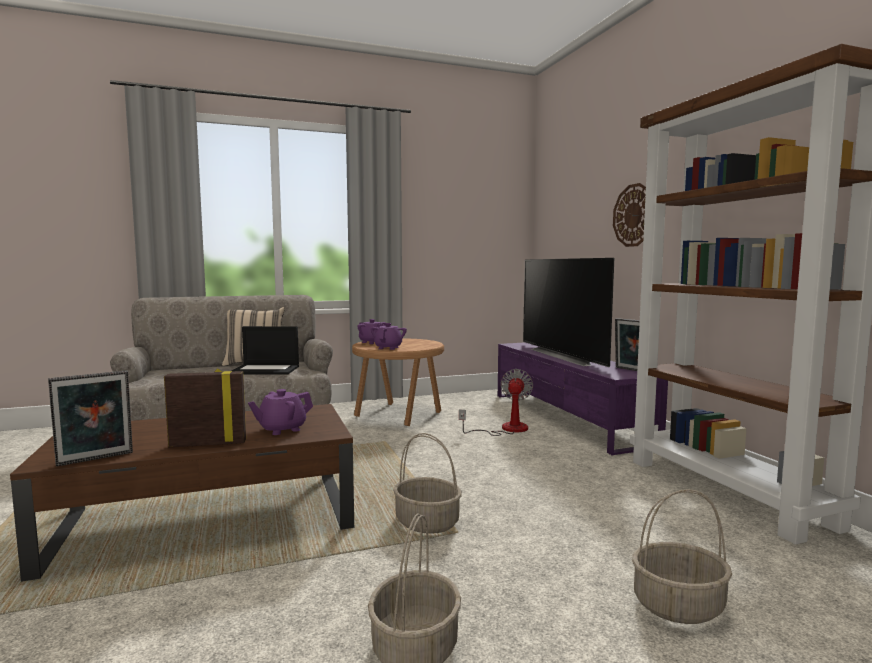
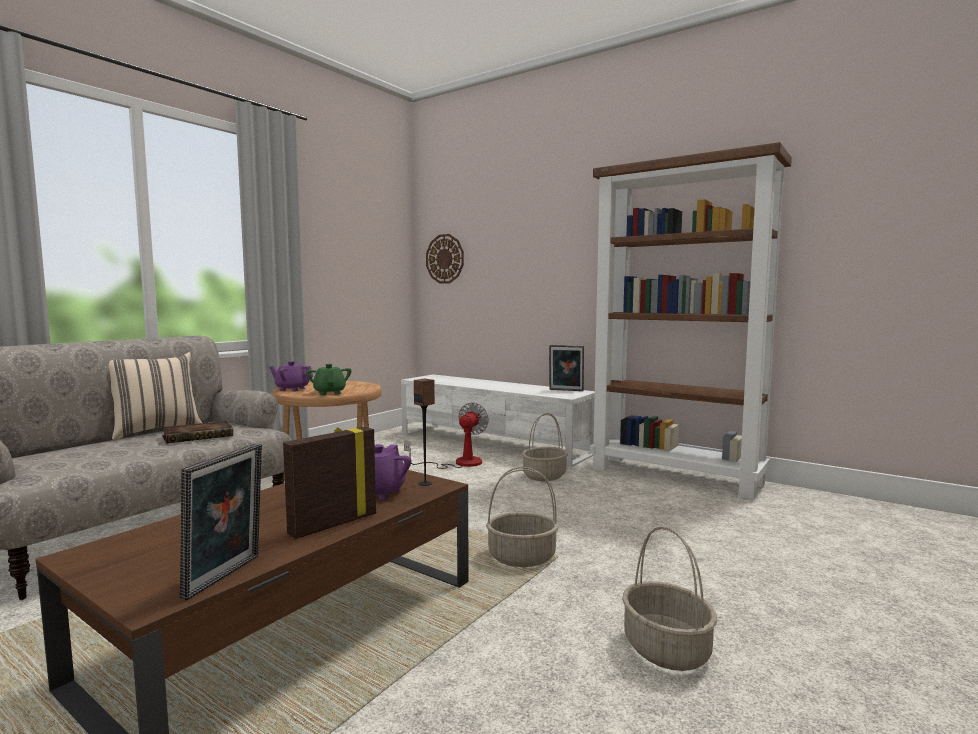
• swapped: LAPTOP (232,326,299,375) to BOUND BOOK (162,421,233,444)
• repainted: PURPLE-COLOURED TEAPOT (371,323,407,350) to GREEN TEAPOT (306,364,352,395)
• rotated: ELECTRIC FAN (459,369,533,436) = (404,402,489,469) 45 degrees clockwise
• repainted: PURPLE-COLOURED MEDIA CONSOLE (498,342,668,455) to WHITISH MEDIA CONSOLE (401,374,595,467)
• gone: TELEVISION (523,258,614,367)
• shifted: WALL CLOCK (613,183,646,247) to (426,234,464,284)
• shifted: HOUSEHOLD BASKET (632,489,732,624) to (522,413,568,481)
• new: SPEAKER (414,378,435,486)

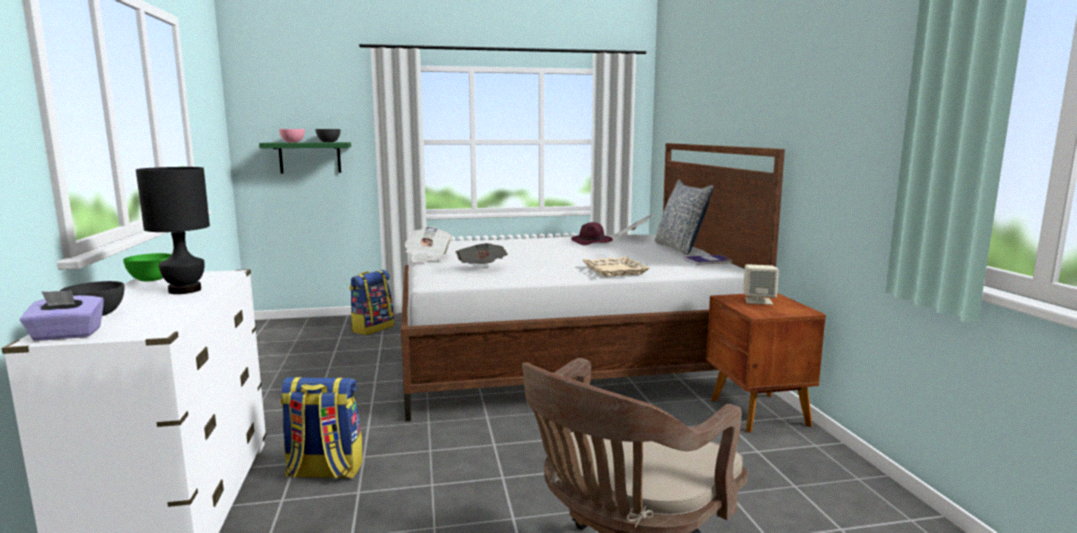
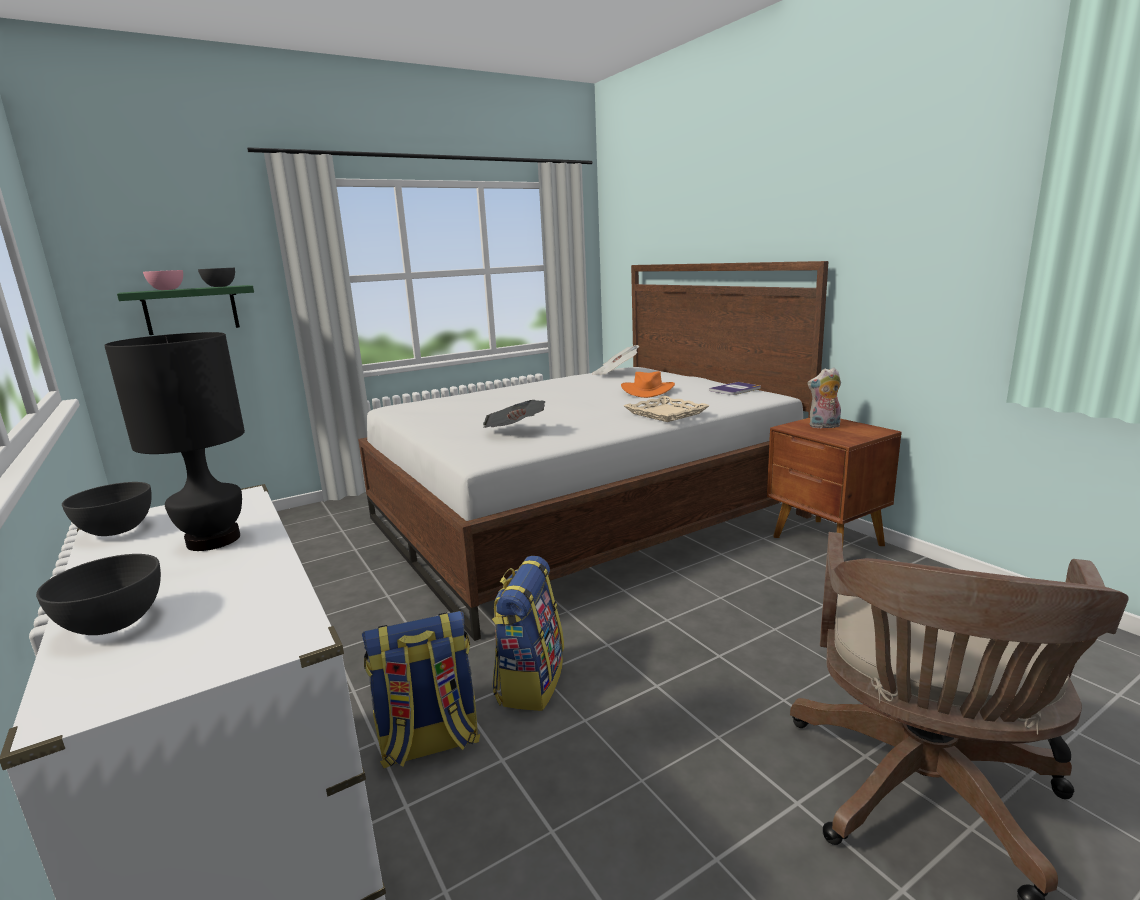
• gone: PURPLE-COLOURED BOX OF TISSUES (20,290,104,341)
• repainted: GREEN SERVING BOWL (123,253,172,281) to GREYISH SERVING BOWL (62,482,152,536)
• shifted: BACKPACK (349,270,394,335) to (492,556,564,711)
• gone: DAILY PAPER (404,226,452,263)
• gone: PURPLE-COLOURED WEARABLE HAT (571,222,613,245)
• gone: THROW PILLOW (655,180,714,255)
• swapped: BEIGE SPEAKER (743,264,779,305) to PLUSH TOY (807,368,841,428)
• new: ORANGE WEARABLE HAT (621,371,675,398)

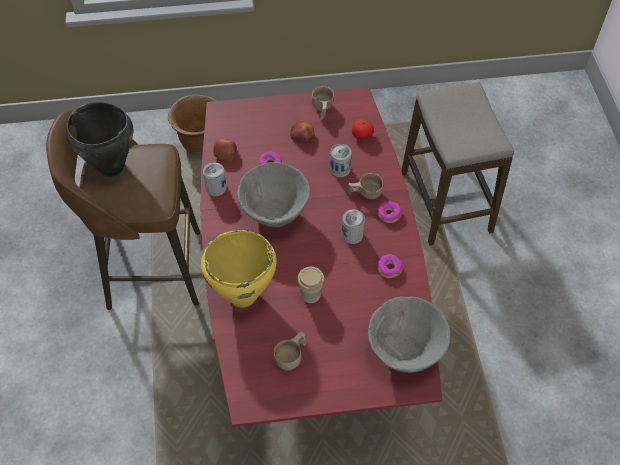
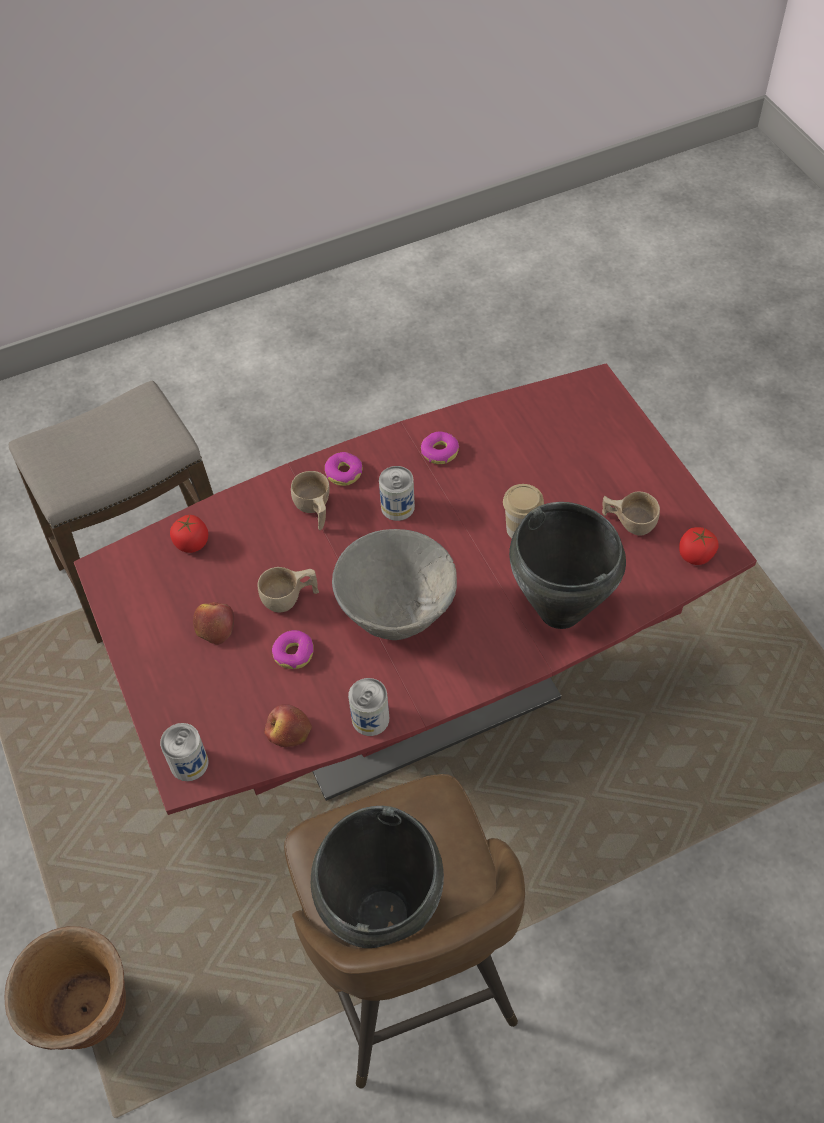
• repainted: YELLOWISH SAUCEPOT (201,230,277,308) to BLACK SAUCEPOT (509,502,626,629)
• shifted: BEIGE CUP (311,86,334,121) to (258,567,319,613)
• shifted: METAL CAN (330,144,352,177) to (160,723,209,781)
• gone: GREYISH SERVING BOWL (368,297,451,373)
• new: TOMATO (679,527,718,565)

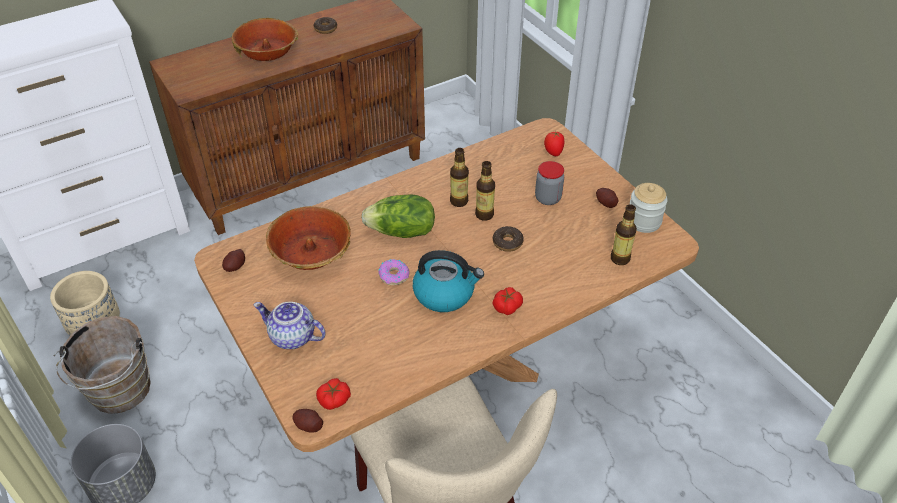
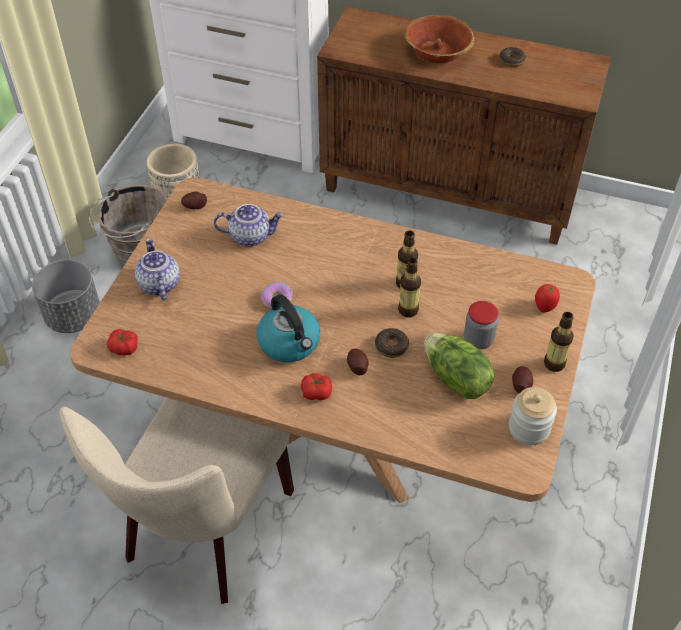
• swapped: SERVING BOWL (266,206,351,270) to TEAPOT (214,204,284,247)
• shifted: POTATO (292,409,323,433) to (347,349,369,375)
• shifted: HEAD OF LETTUCE (361,194,435,238) to (424,333,495,399)
• shifted: BEVERAGE BOTTLE (611,204,637,265) to (544,312,574,372)

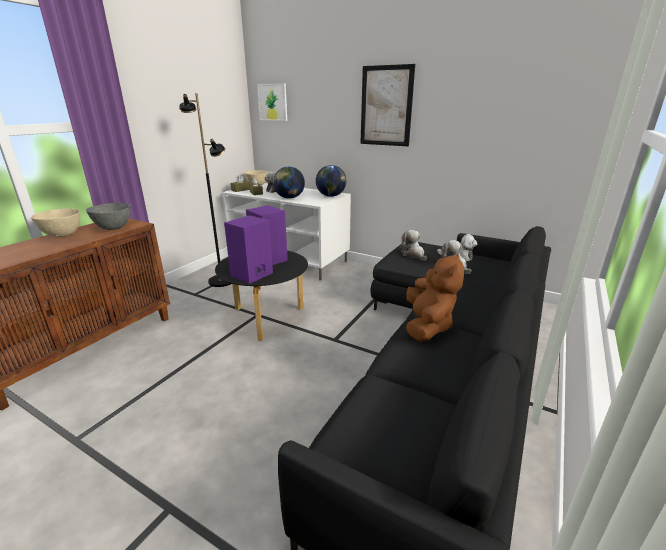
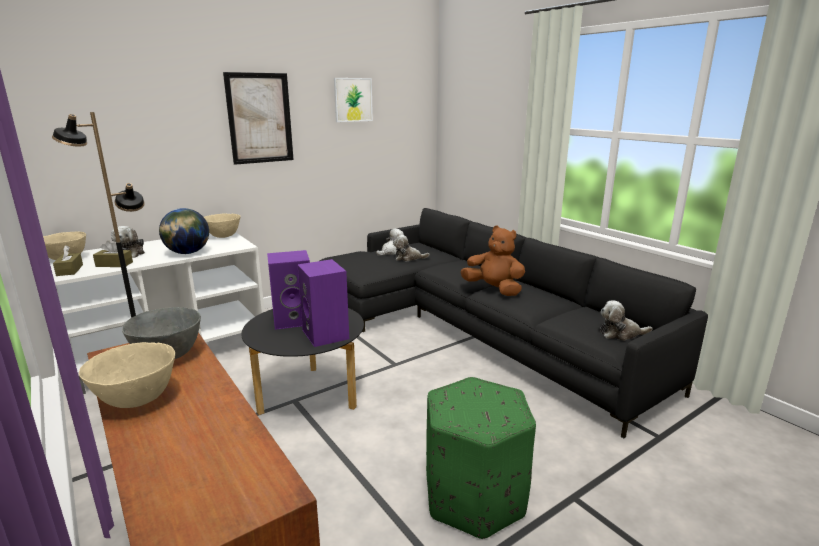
• shifted: WALL PICTURE (257,83,287,121) to (334,78,373,122)
• swapped: GLOBE (316,165,346,197) to BEIGE SERVING BOWL (204,213,240,238)
• shifted: PLUSH TOY (401,230,427,261) to (600,300,653,341)
• new: GREEN FOOTREST (426,377,536,539)

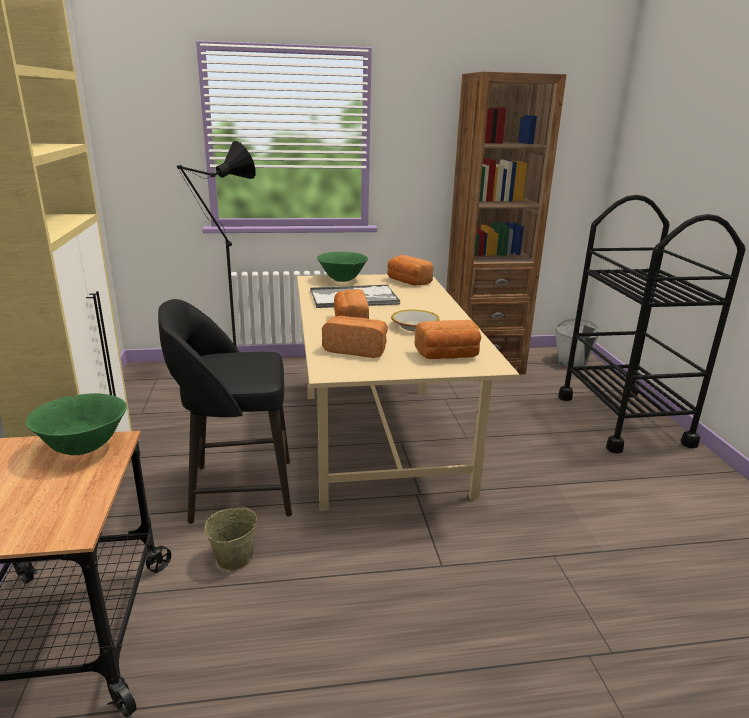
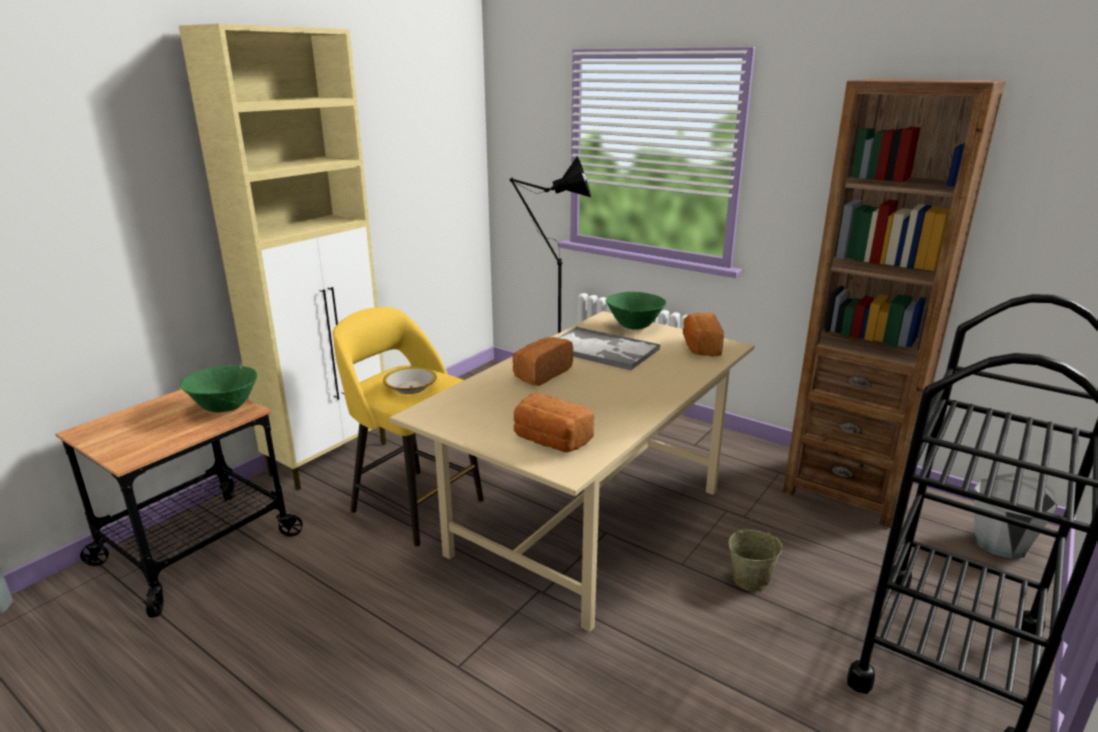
• repainted: BLACK STOOL (158,299,292,524) to YELLOWISH STOOL (333,307,484,547)
• shifted: BEIGE PAIL (204,497,257,570) to (728,519,782,591)
• gone: BAKED BREAD (322,316,387,358)
• shifted: SERVING BOWL (391,310,439,331) to (383,367,437,394)

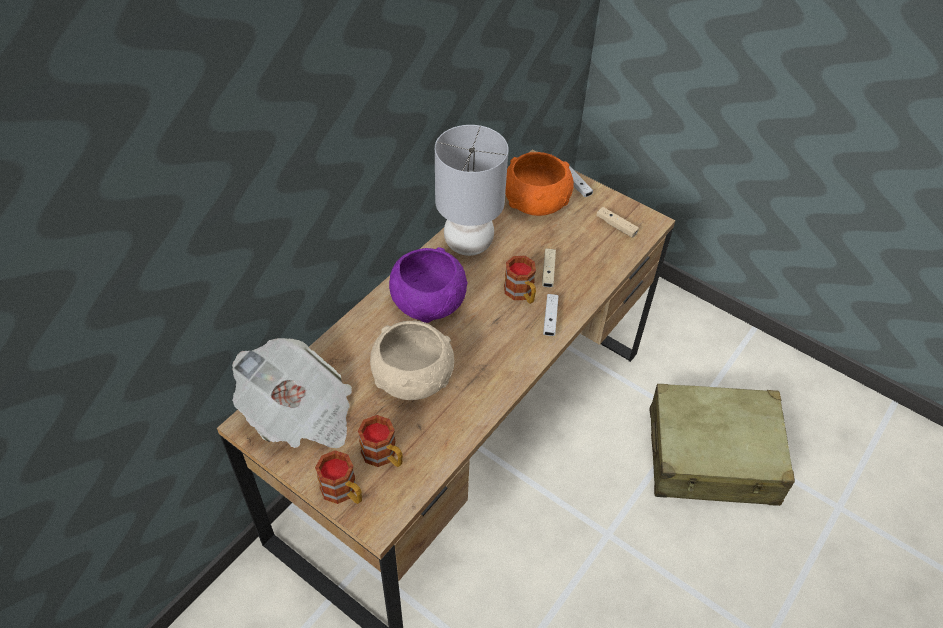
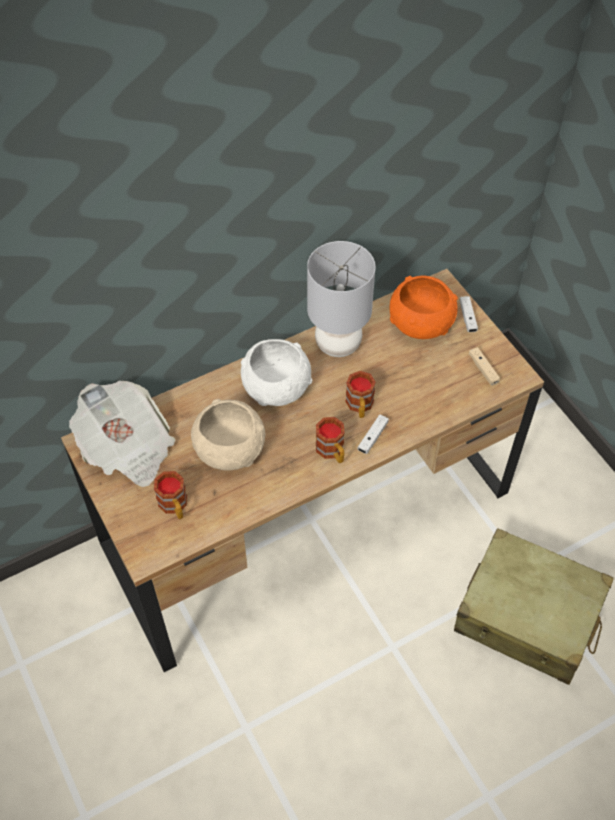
• shifted: TEA MUG (315,450,362,504) to (316,417,345,463)
• repainted: PURPLE-COLOURED SERVING BOWL (389,247,467,323) to WHITISH SERVING BOWL (241,339,312,406)
• gone: BEIGE GAMEPAD (542,249,556,287)

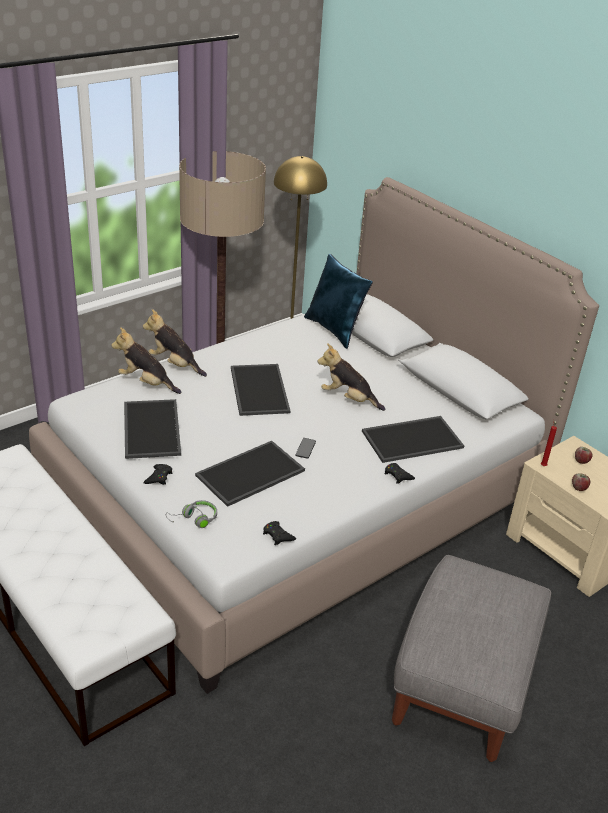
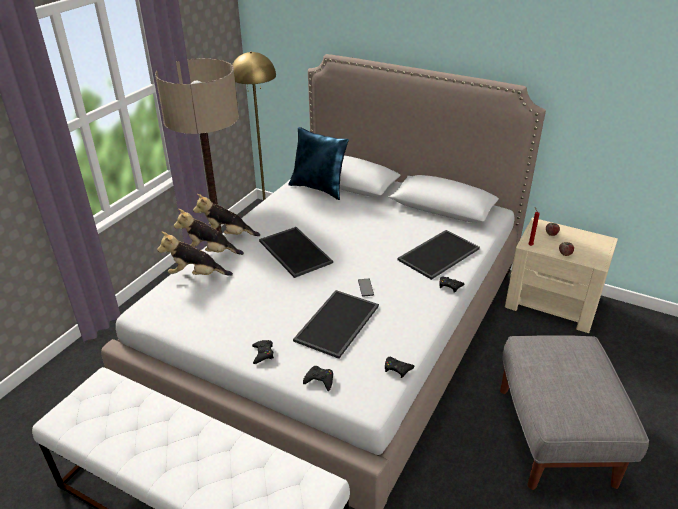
• gone: SERVING TRAY (124,399,181,459)
• swapped: GREYISH HEADPHONES (166,500,217,528) to BLACK GAMEPAD (303,366,333,391)
• shifted: PLUSH TOY (317,343,385,411) to (193,194,260,236)

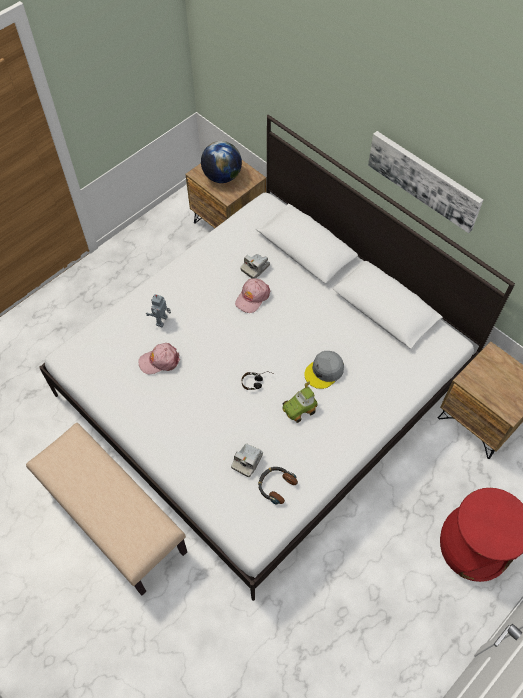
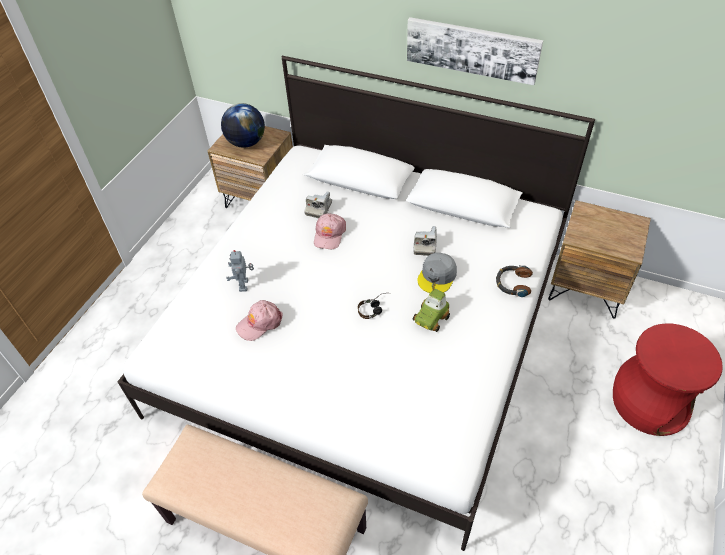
• shifted: STILL CAMERA (231,444,263,477) to (413,226,437,256)
• shifted: HEADPHONES (258,467,298,505) to (496,265,533,297)

